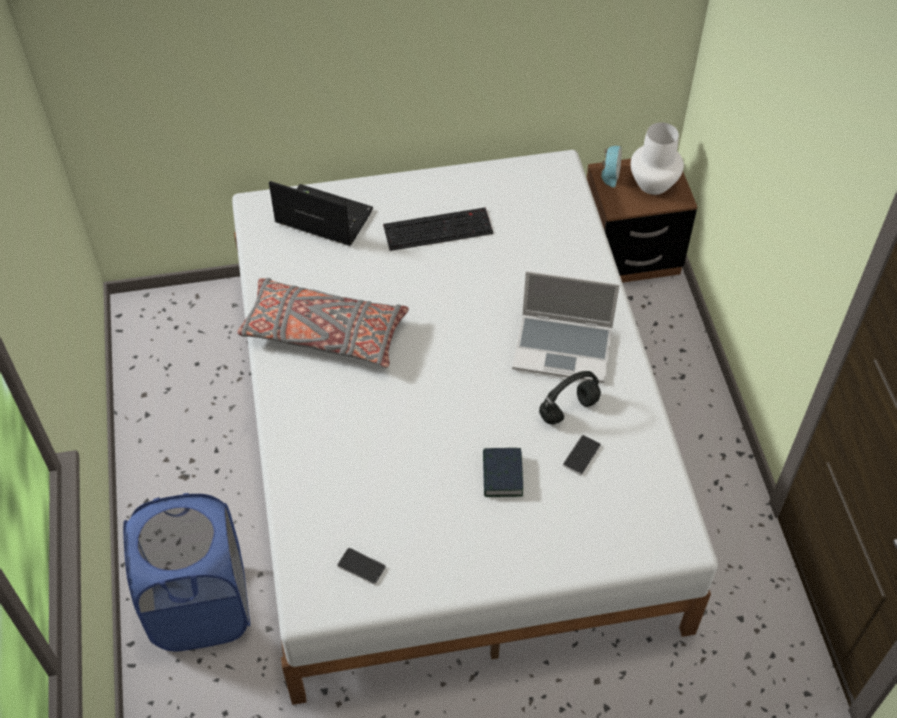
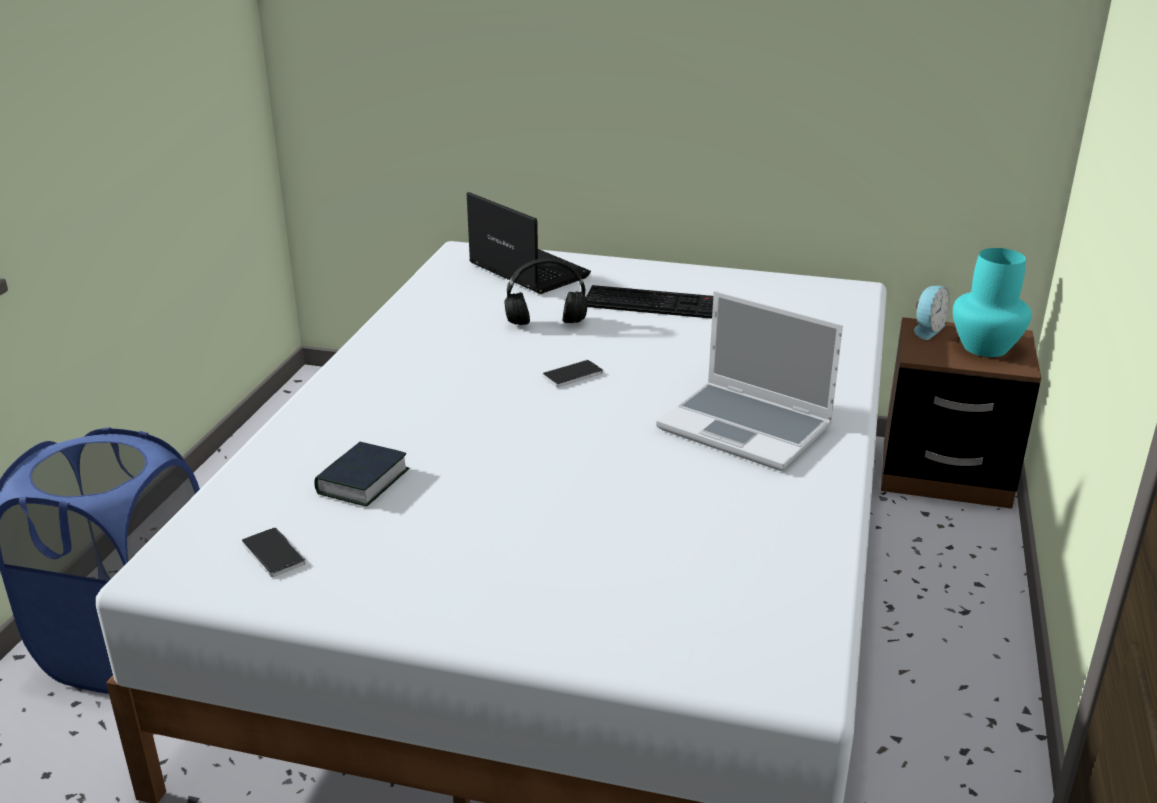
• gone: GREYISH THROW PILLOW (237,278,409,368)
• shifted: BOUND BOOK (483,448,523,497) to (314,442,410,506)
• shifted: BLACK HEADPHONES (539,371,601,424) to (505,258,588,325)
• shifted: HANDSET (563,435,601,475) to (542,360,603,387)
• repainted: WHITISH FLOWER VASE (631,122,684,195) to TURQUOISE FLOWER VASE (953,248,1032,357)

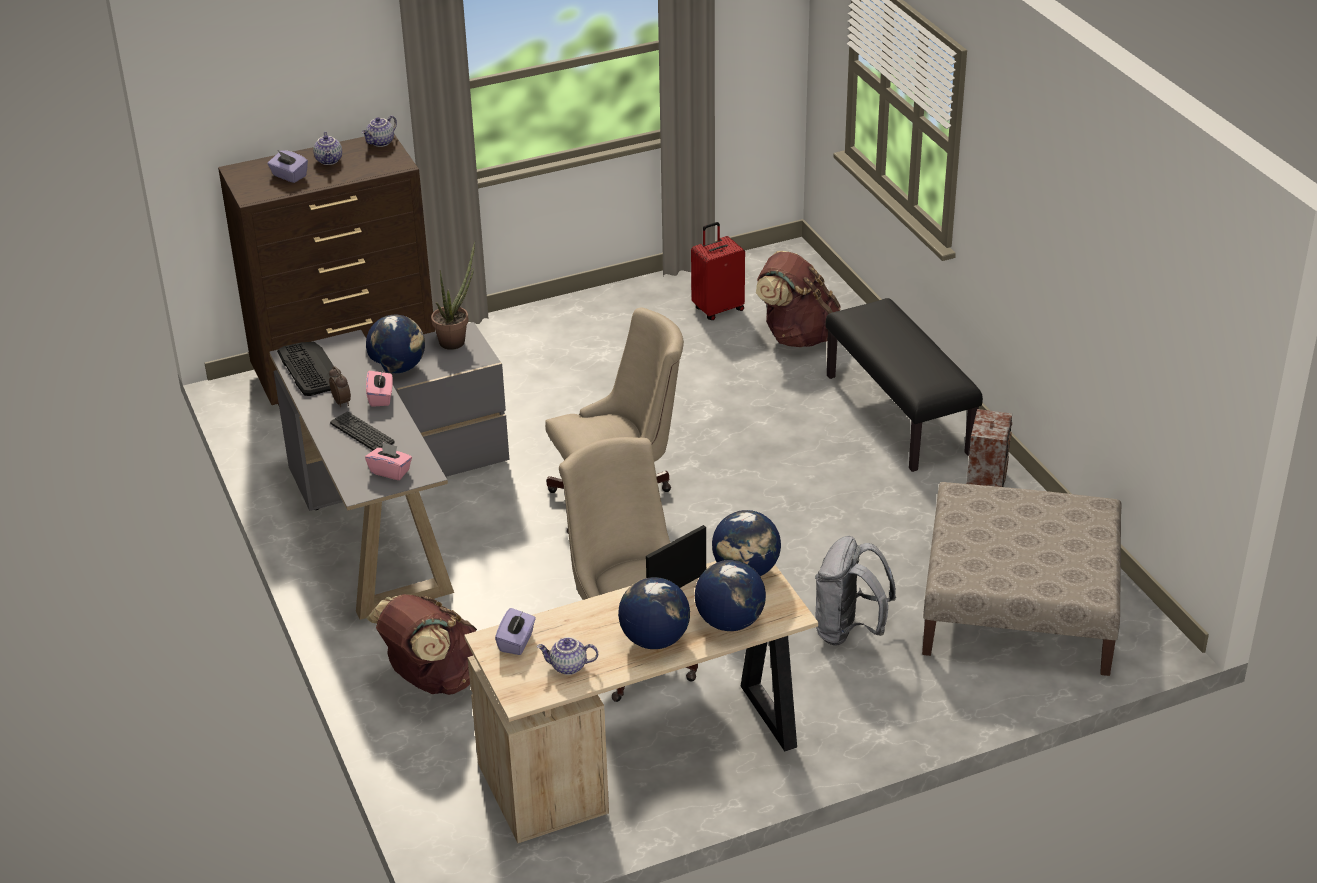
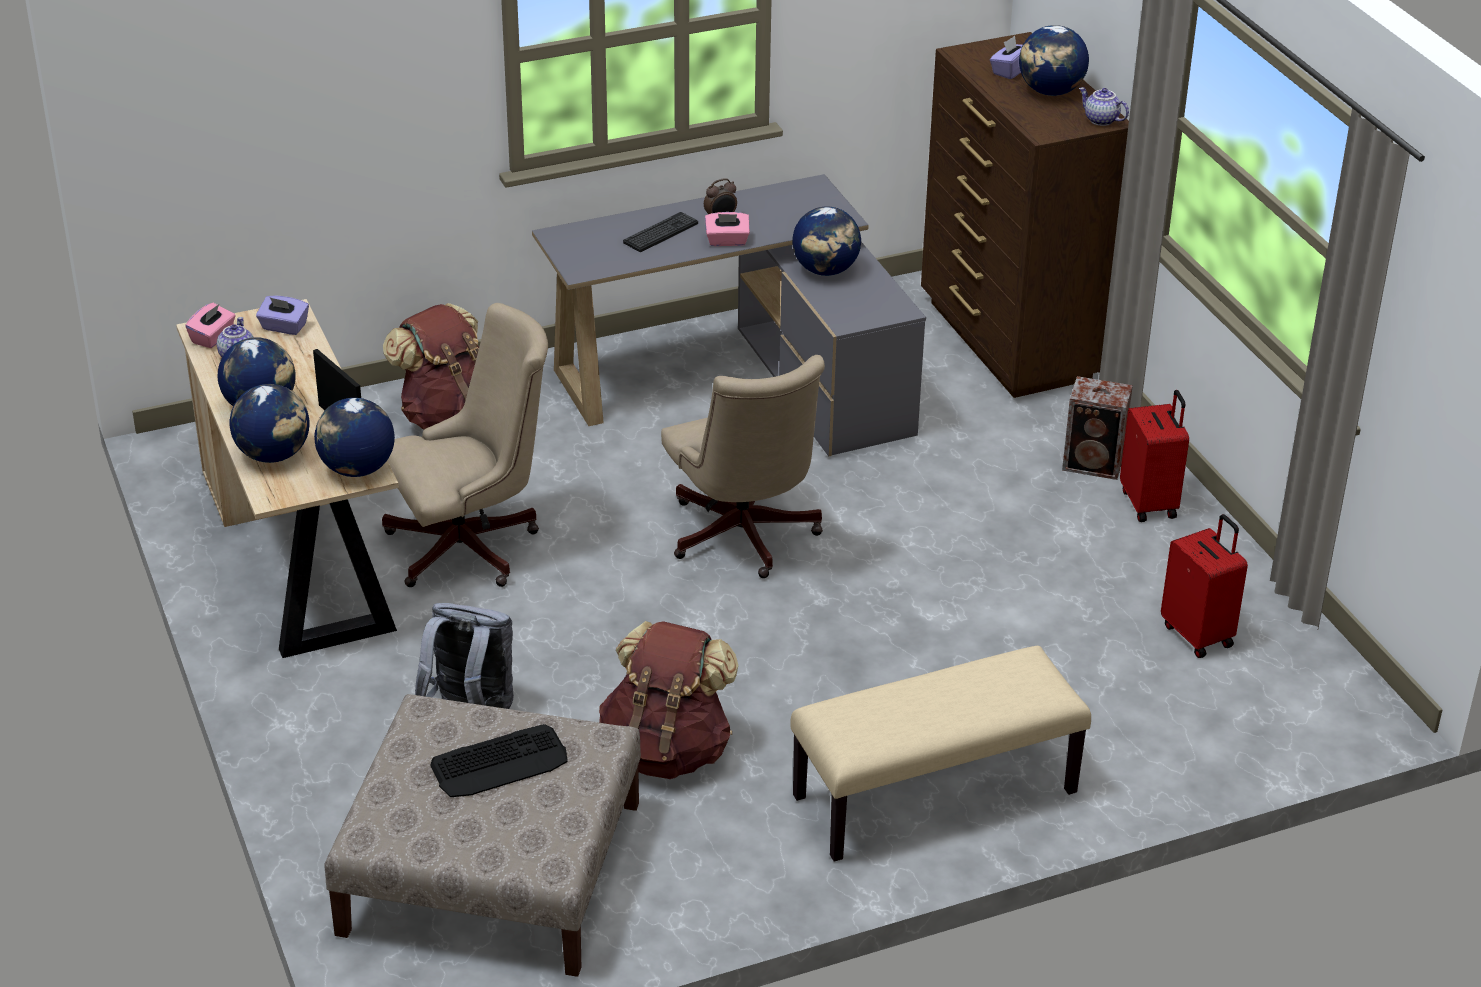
• shifted: COMPUTER KEYBOARD (277,342,334,396) to (430,724,568,797)
• swapped: TEAPOT (313,132,342,165) to GLOBE (1019,25,1089,96)
• shifted: PINK BOX OF TISSUES (365,442,412,480) to (185,303,236,348)
• gone: HOUSEPLANT (431,241,475,350)
• shifted: BROWN BACKPACK (756,251,841,347) to (599,621,738,779)
• repainted: BLACK INDOOR BENCH (826,298,983,472) to BEIGE INDOOR BENCH (790,646,1091,862)
• shifted: SPEAKER (967,409,1012,487) to (1062,376,1133,480)
• new: REDDISH TRAVEL CASE (1120,390,1189,522)

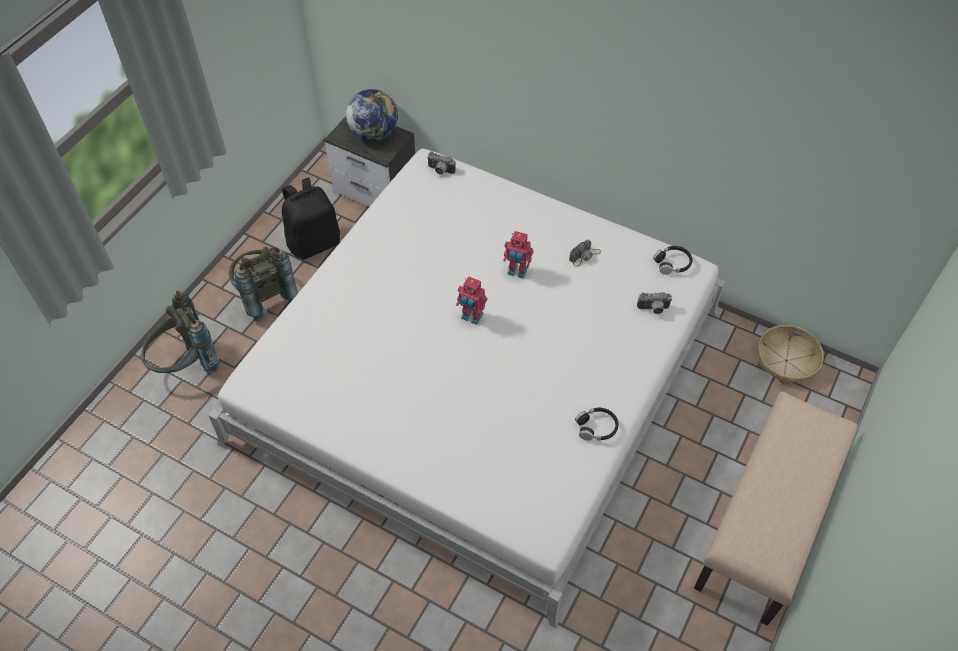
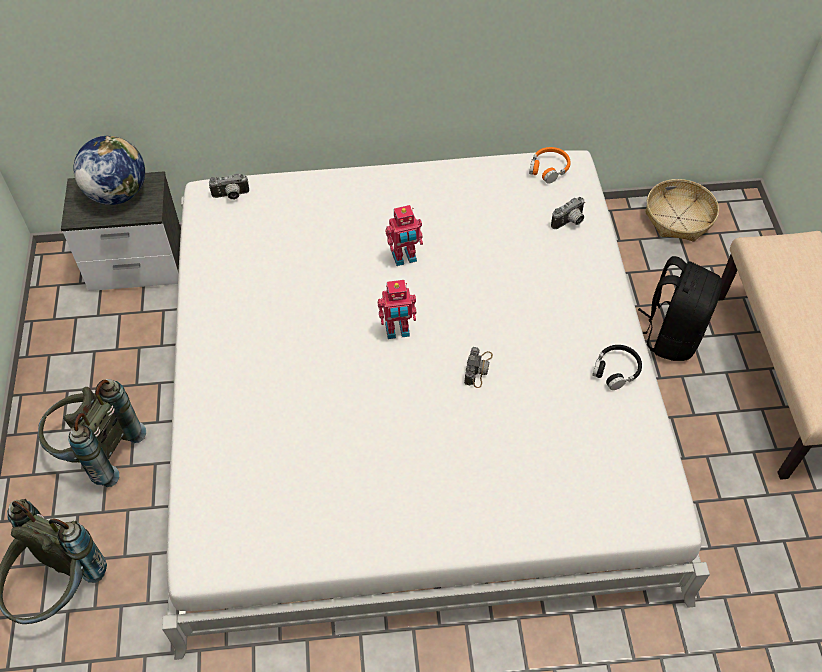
• shifted: BLACK BACKPACK (282,178,340,259) to (638,256,722,361)
• shifted: STILL CAMERA (569,240,601,266) to (464,347,493,388)
• repainted: BLACK HEADPHONES (653,246,692,275) to ORANGE HEADPHONES (529,147,571,184)

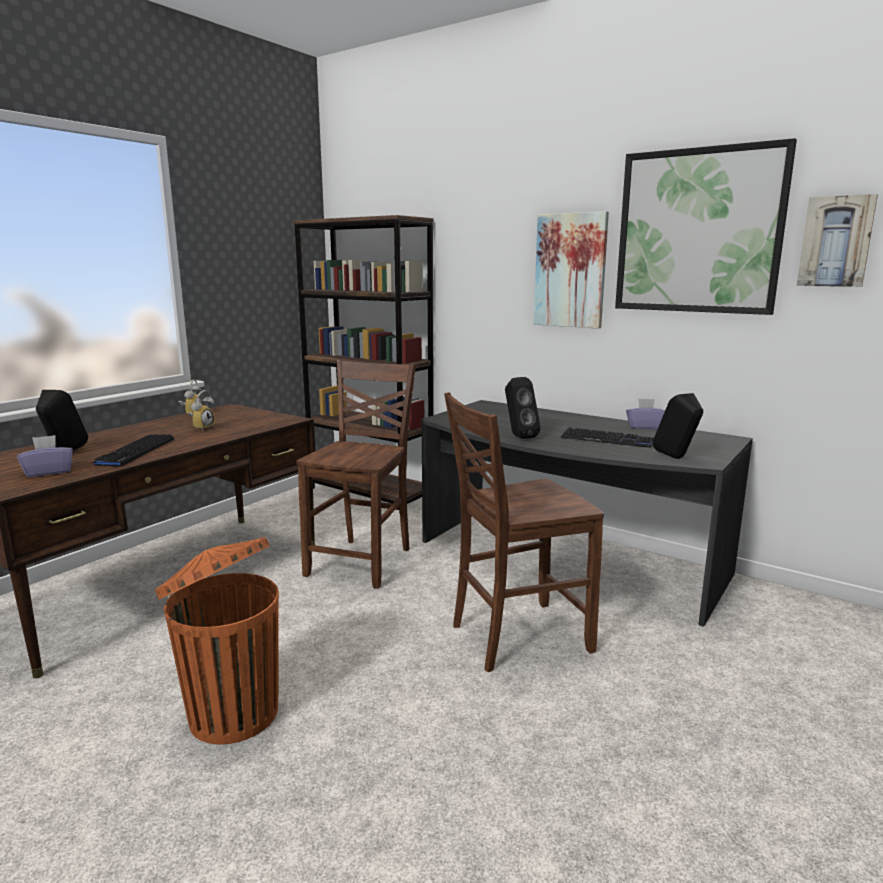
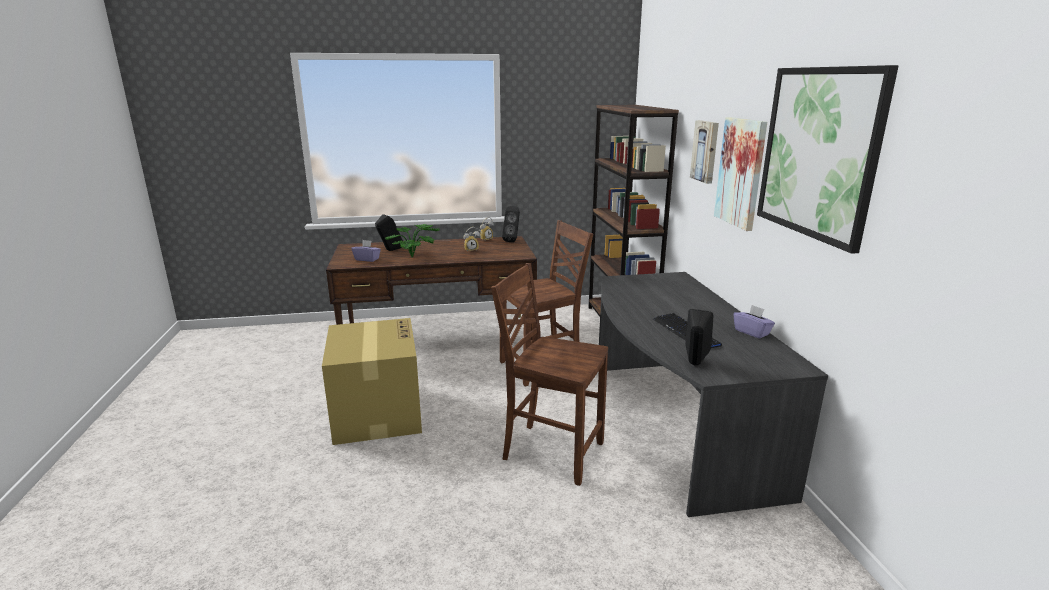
• swapped: COMPUTER KEYBOARD (92,434,174,467) to HOUSEPLANT (385,224,439,258)
• swapped: ORANGE WASTE BIN (155,537,279,744) to PACKING BOX (322,318,422,445)
• shifted: BLACK SPEAKER (505,377,541,439) to (502,206,520,242)
• shifted: WALL PICTURE (797,194,878,287) to (690,120,719,184)

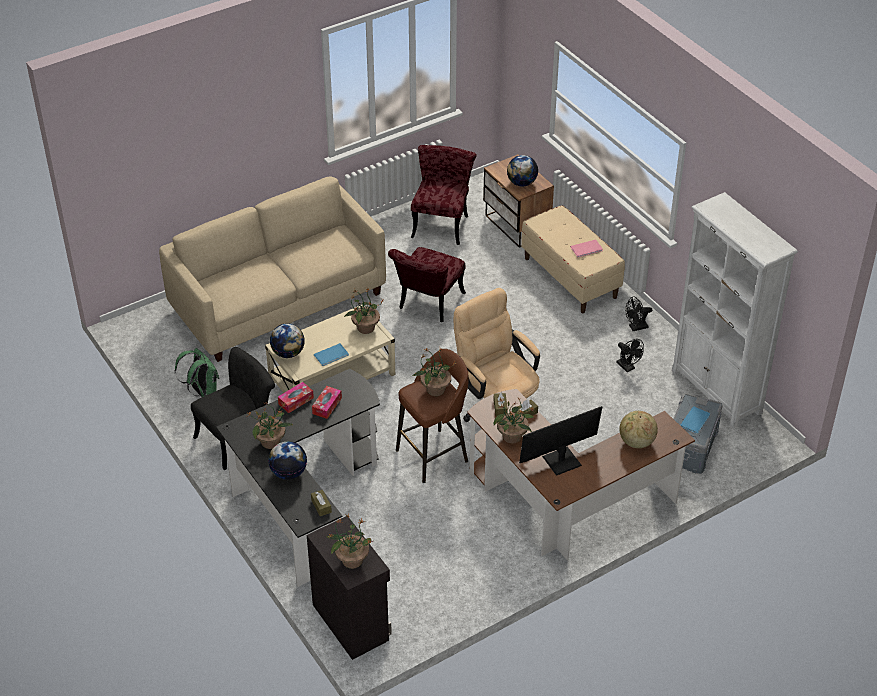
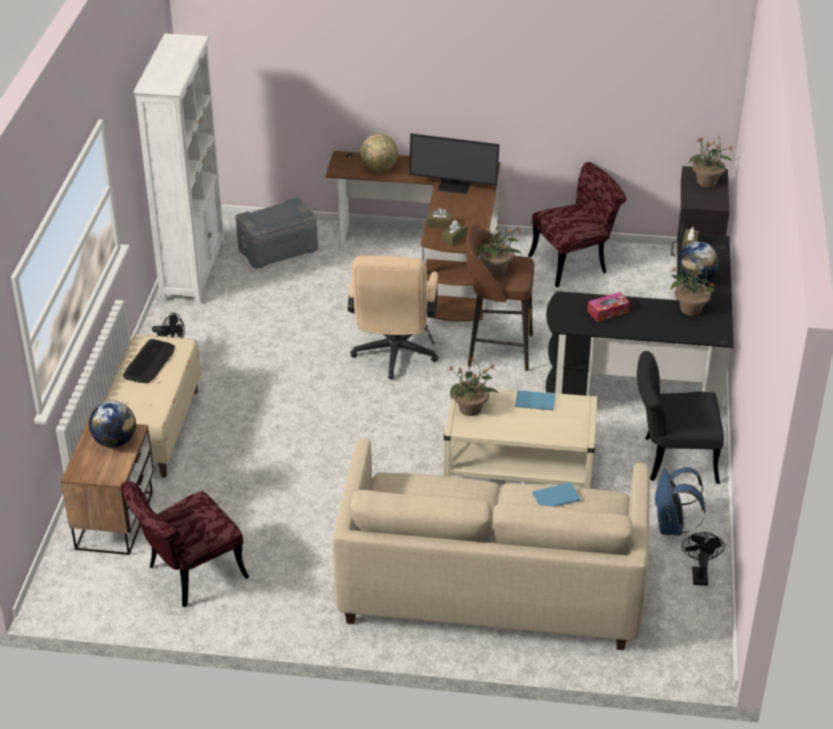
• repainted: GREEN BACKPACK (175,348,219,397) to BLUE-COLOURED BACKPACK (654,467,706,536)
• gone: GLOBE (270,323,305,358)
• gone: BOX OF TISSUES (278,382,314,413)
• shifted: REDDISH PLAIN CHAIR (388,247,466,322) to (528,162,626,288)
• gone: HOUSEPLANT (494,397,535,444)
• swapped: PINK BOUND BOOK (570,240,603,257) to COMPUTER KEYBOARD (123,339,175,383)
• shifted: BLACK ELECTRIC FAN (616,339,644,372) to (682,532,725,586)
• shifted: BLUE-COLOURED BOUND BOOK (680,406,710,434) to (533,483,581,507)

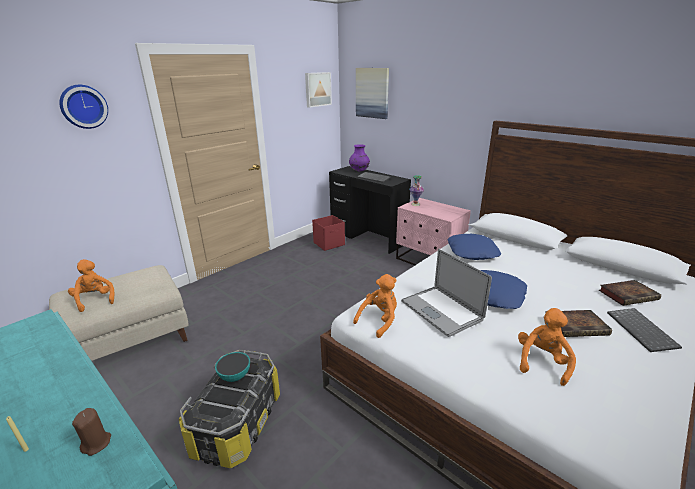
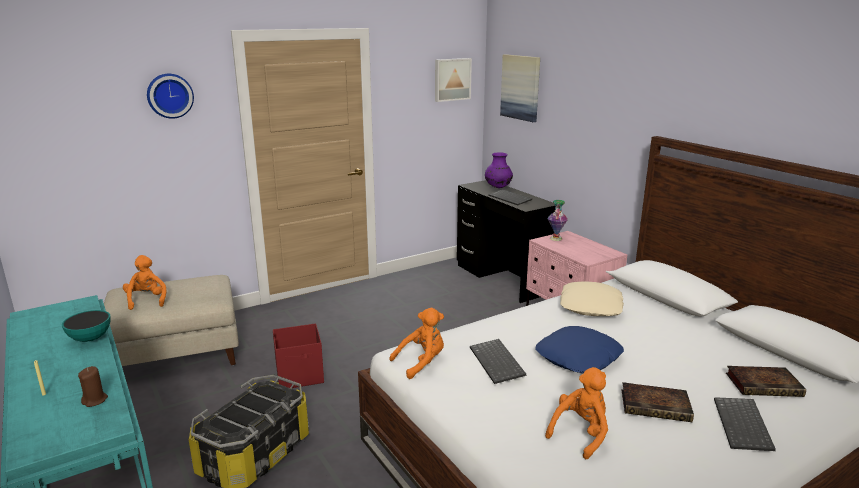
• shifted: SERVING BOWL (215,352,250,382) to (62,310,111,342)
• shifted: REDDISH STORAGE CONTAINER (312,215,345,251) to (273,323,324,388)
• swapped: LAPTOP (401,249,492,337) to COMPUTER KEYBOARD (470,339,526,384)
• repainted: BLUE-COLOURED THROW PILLOW (448,234,501,260) to BEIGE THROW PILLOW (560,281,624,316)

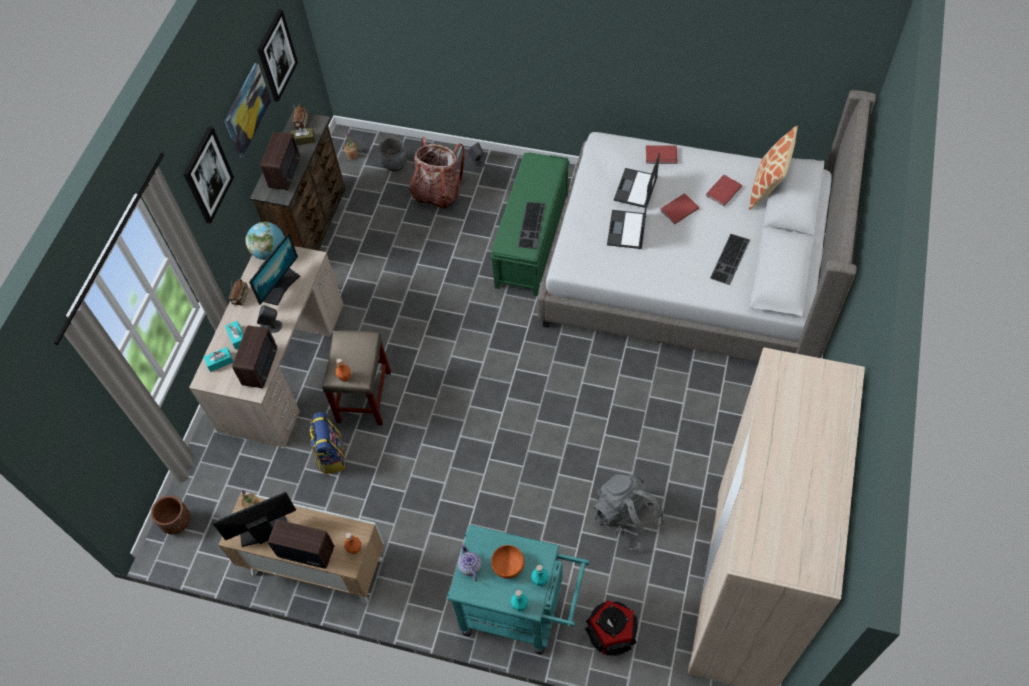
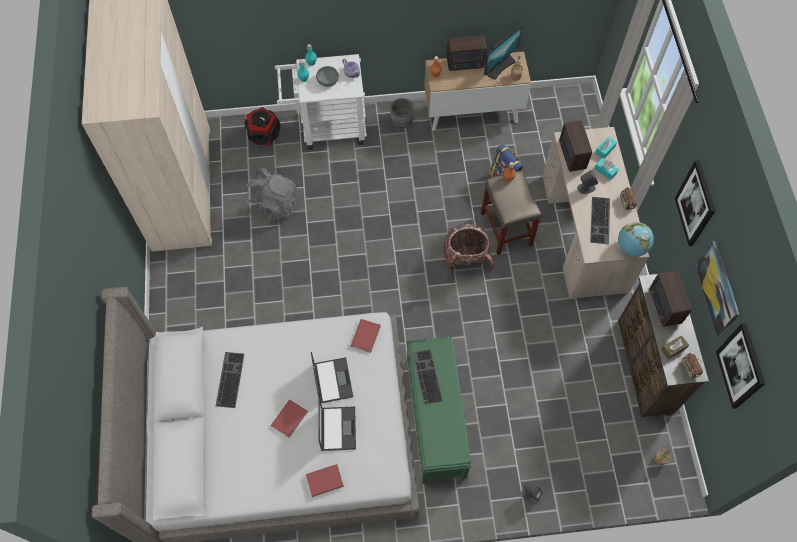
• gone: BROWN PLANTER (151,495,191,534)
• swapped: MONITOR (249,233,300,306) to COMPUTER KEYBOARD (590,197,610,244)
• shifted: GREYISH PLANTER (378,137,407,172) to (390,98,413,128)
• shifted: BACKPACK (409,137,465,209) to (444,223,494,273)
• repainted: TURQUOISE WHEELED CART (447,525,590,655) to WHITISH WHEELED CART (275,54,367,150)
• repainted: ORANGE SERVING BOWL (491,545,524,579) to GREYISH SERVING BOWL (316,66,339,87)
• shifted: REDDISH BOUND BOOK (706,175,742,206) to (350,319,381,353)
• gone: THROW PILLOW (749,125,798,210)

